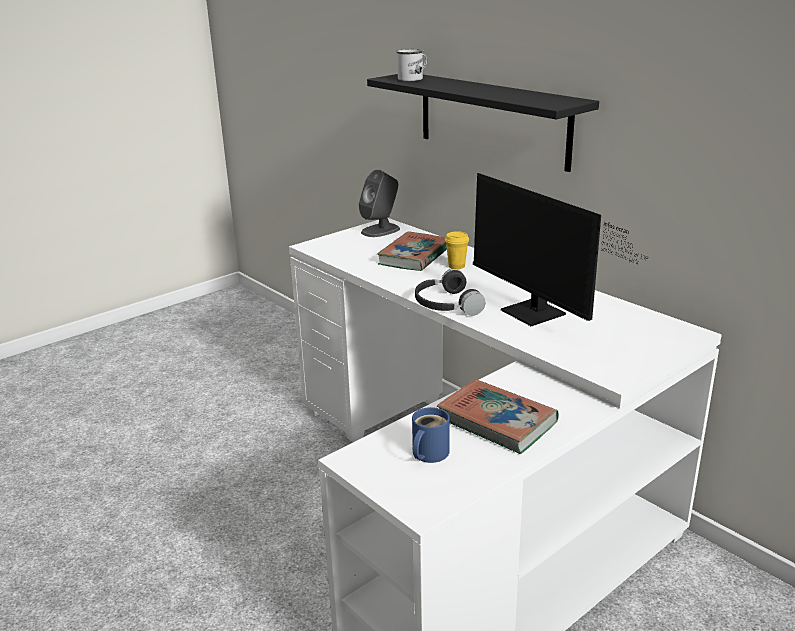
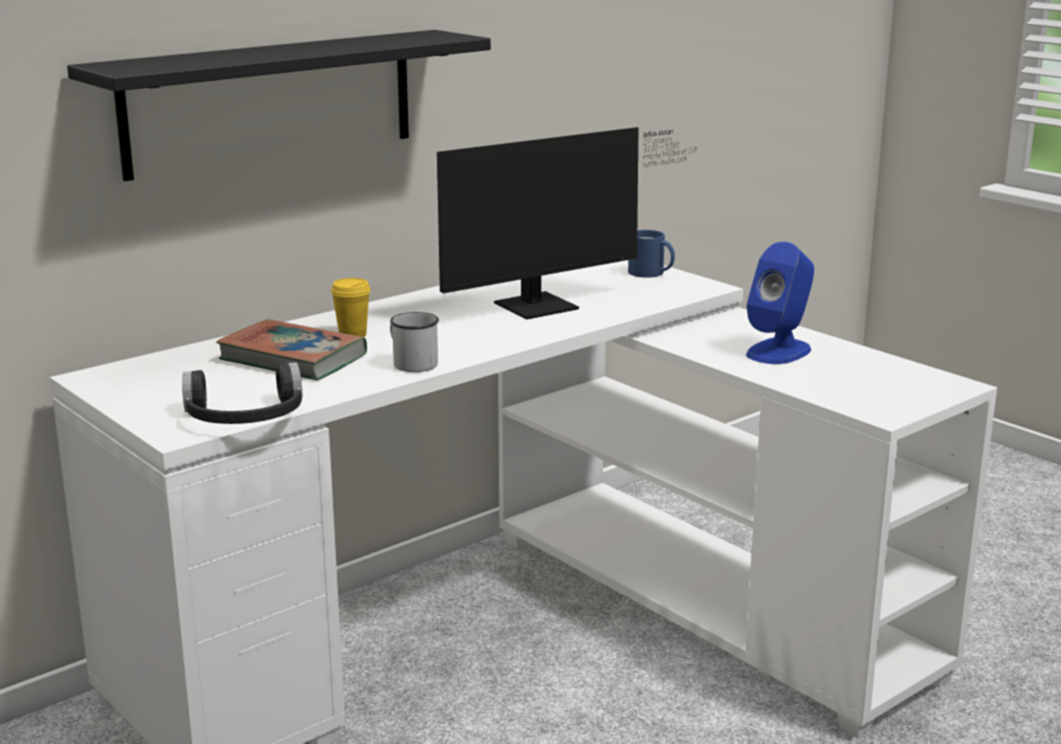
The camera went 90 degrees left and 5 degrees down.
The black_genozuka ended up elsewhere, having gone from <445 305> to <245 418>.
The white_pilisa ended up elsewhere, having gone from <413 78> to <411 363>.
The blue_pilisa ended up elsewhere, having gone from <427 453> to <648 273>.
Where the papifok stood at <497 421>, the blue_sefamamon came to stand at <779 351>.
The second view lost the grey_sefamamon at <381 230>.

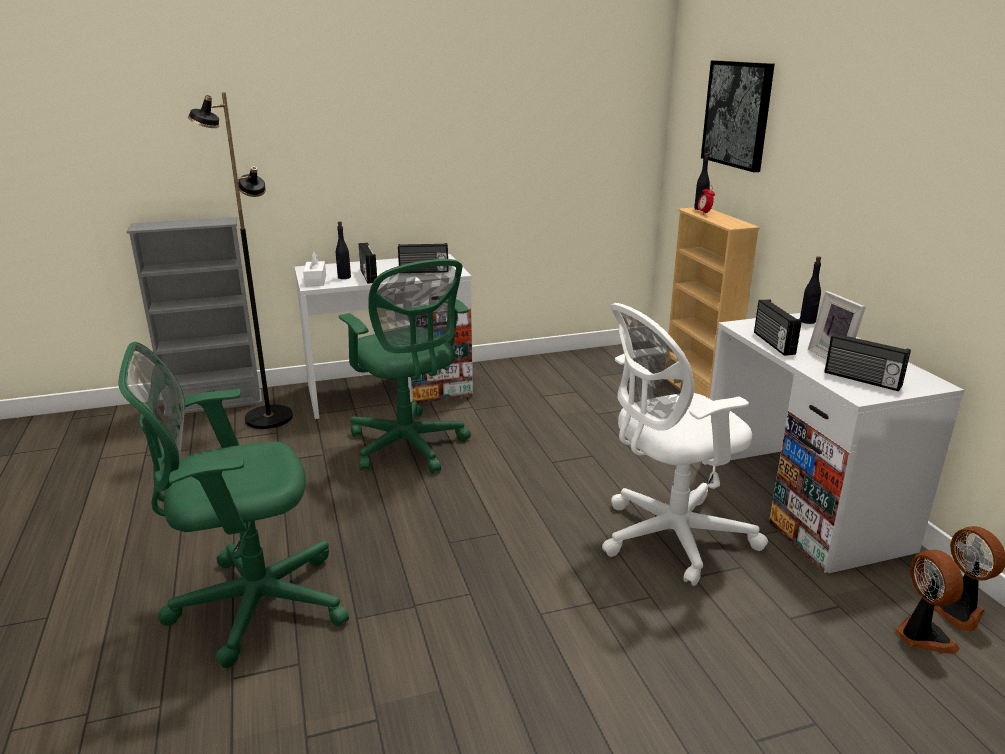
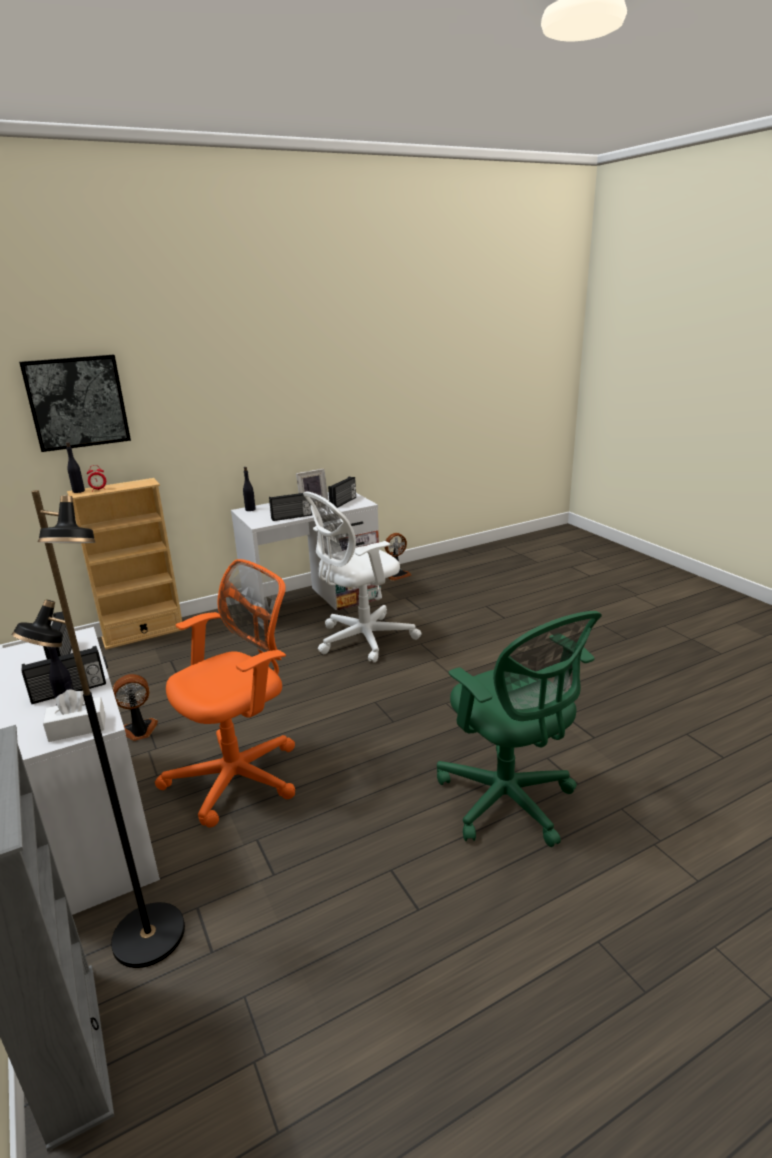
The camera went 100 degrees left and 0 degrees up.
The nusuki ended up elsewhere, having gone from <921 635> to <139 731>.
What was the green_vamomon at <409 447> turned into the orange_vamomon at <241 776>.
The white_vamomon at <668 538> ended up facing another way, 90 degrees clockwise from before.

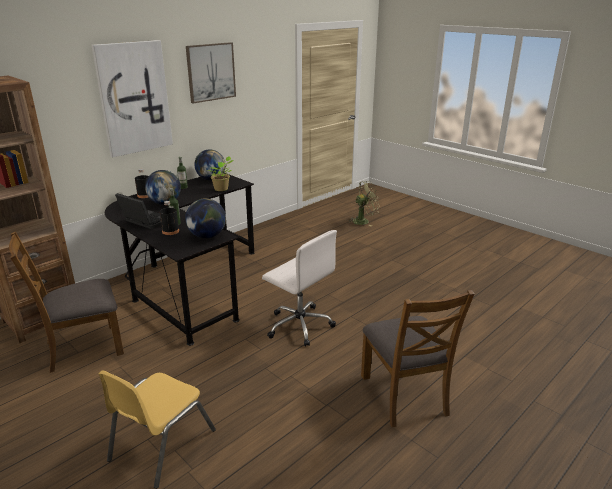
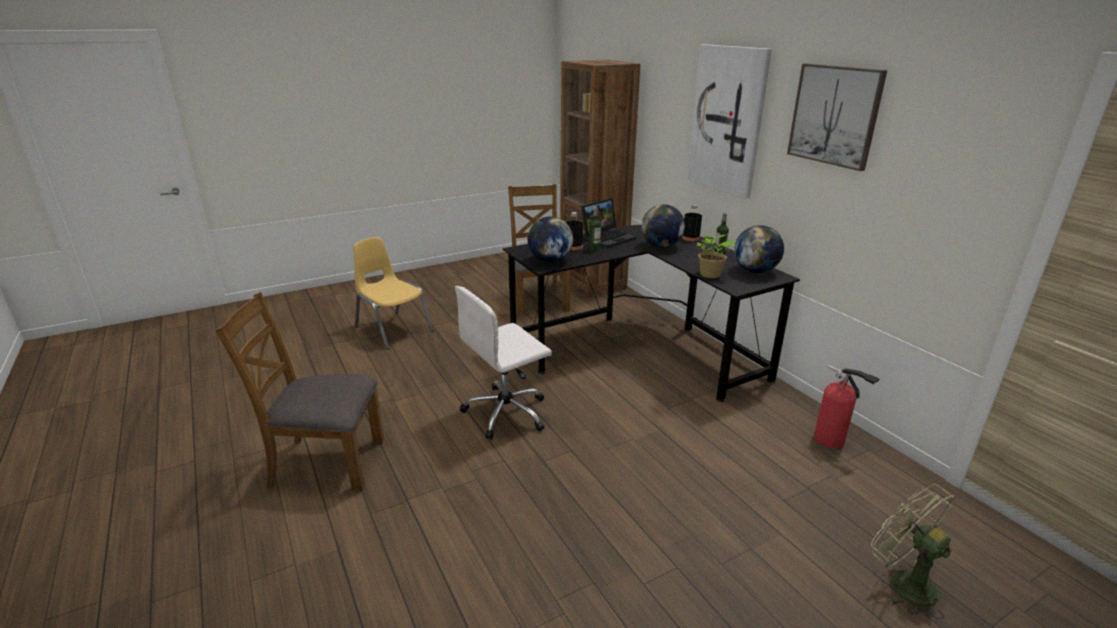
The camera went 105 degrees right and 0 degrees up.
The second view gained the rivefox at <832 441>.
The green_nusuki at <363 221> ended up facing another way, 150 degrees clockwise from before.

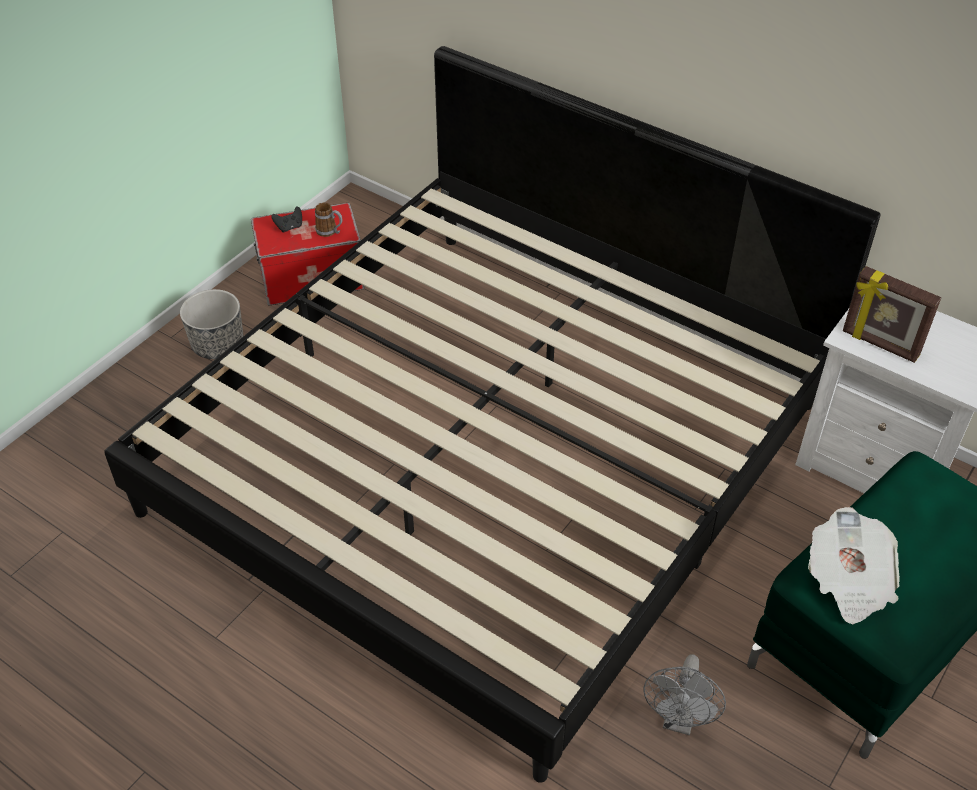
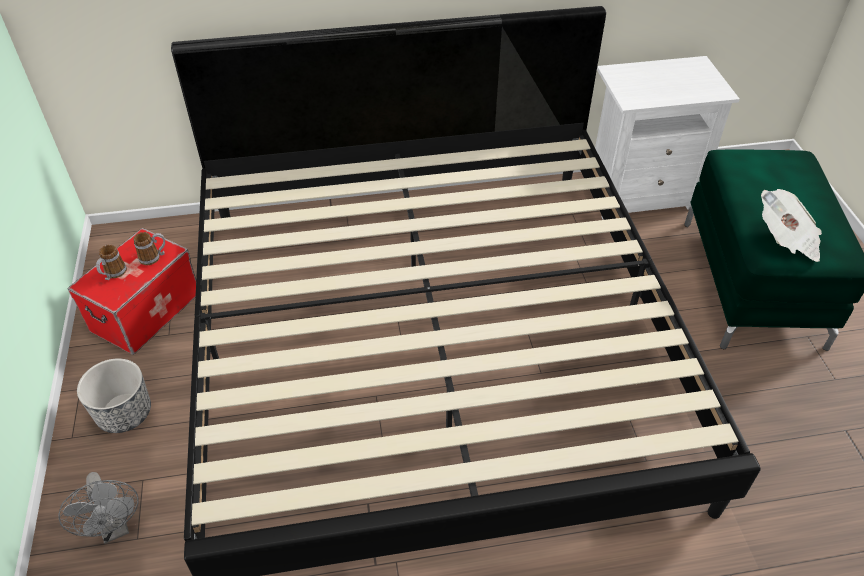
The camera went 45 degrees left and 0 degrees up.
The grey_nusuki ended up elsewhere, having gone from <679 720> to <115 528>.
Where the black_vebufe stood at <289 227>, the pilisa came to stand at <113 274>.
The second view lost the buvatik at <879 344>.

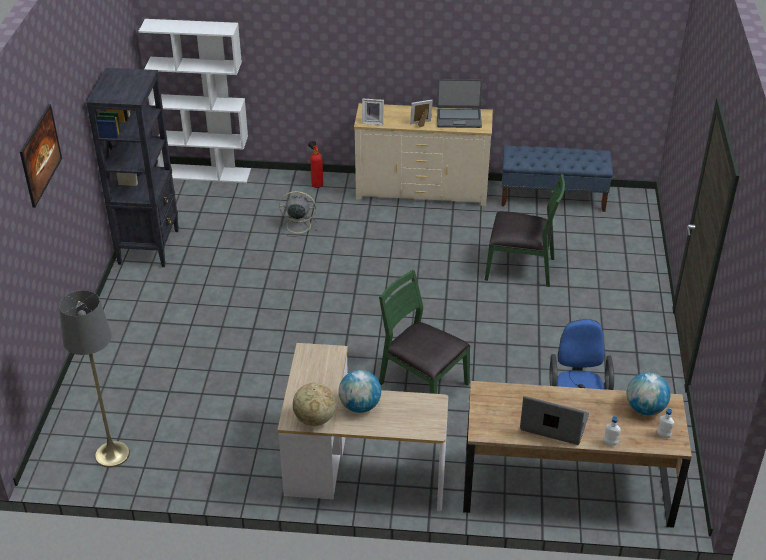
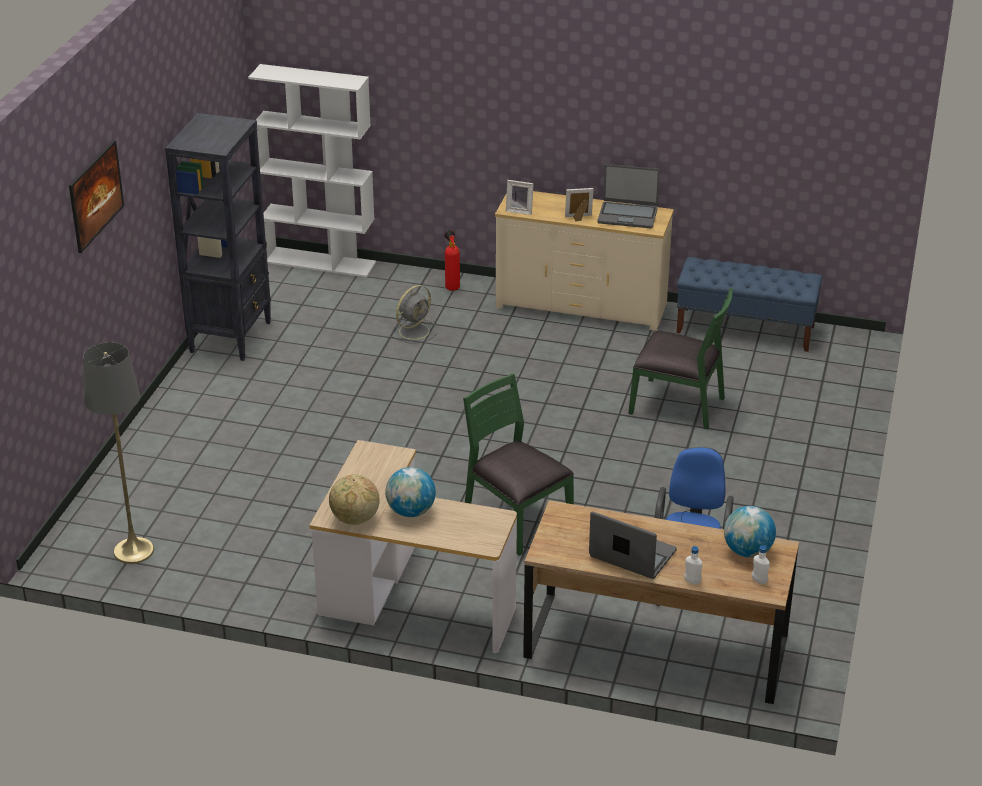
The camera went 10 degrees right and 5 degrees down.
The grey_nusuki at <297 225> ended up facing another way, 120 degrees clockwise from before.

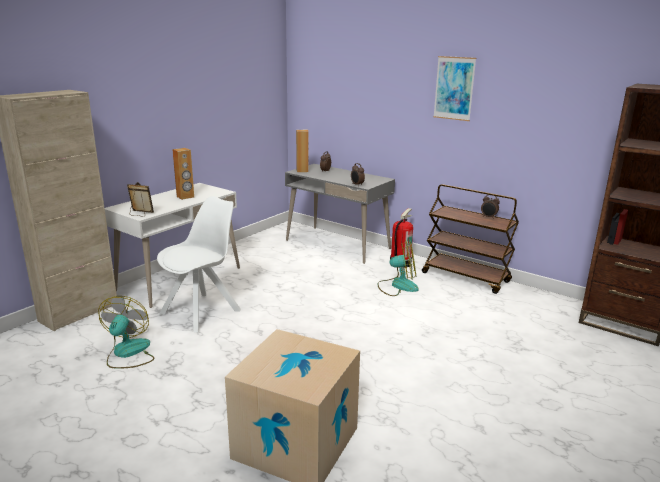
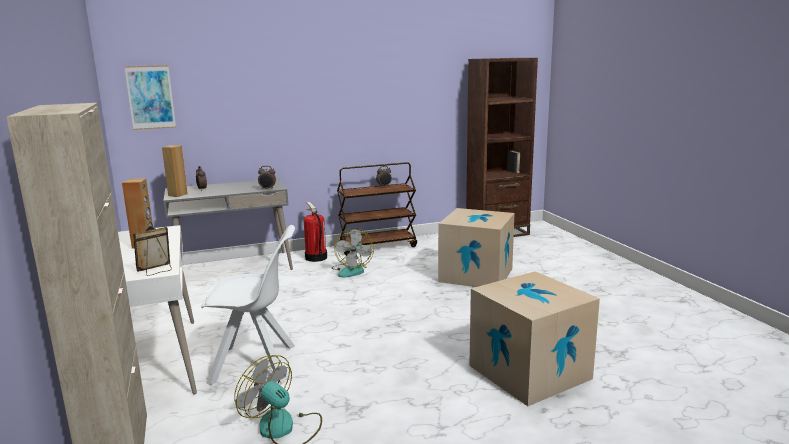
The camera went 55 degrees left and 5 degrees down.
The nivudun ended up elsewhere, having gone from <454 88> to <150 97>.
The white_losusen at <202 311> ended up facing another way, 105 degrees clockwise from before.
The nusuki at <398 286> ended up facing another way, 150 degrees clockwise from before.
The second view gained the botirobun at <476 275>.

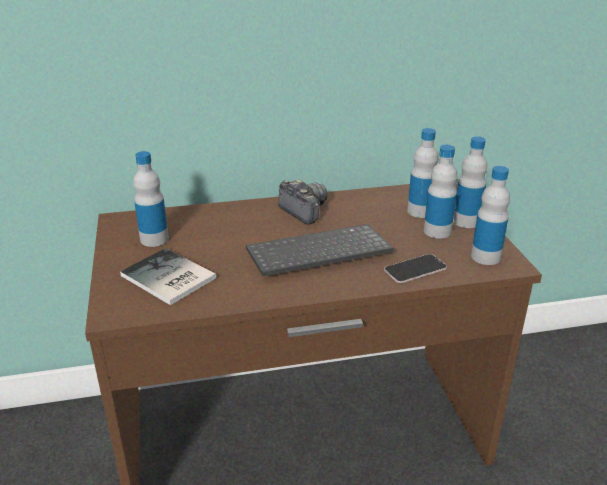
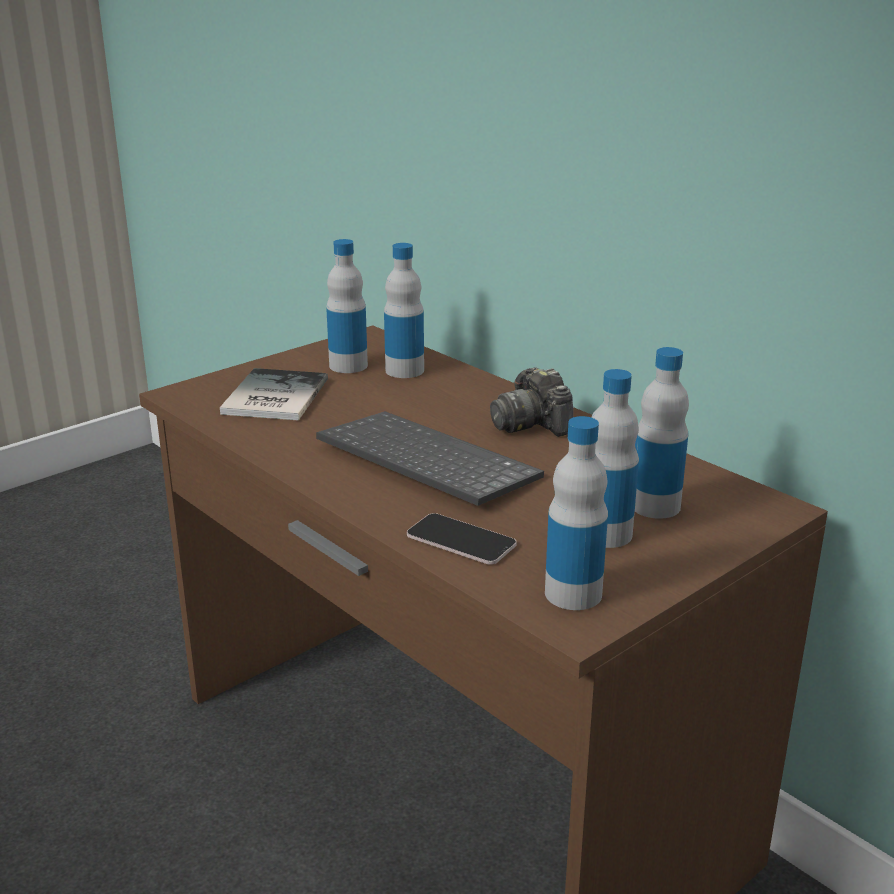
The camera went 60 degrees right and 5 degrees down.
The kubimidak ended up elsewhere, having gone from <466 221> to <404 370>.
The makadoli at <304 211> ended up facing another way, 135 degrees clockwise from before.

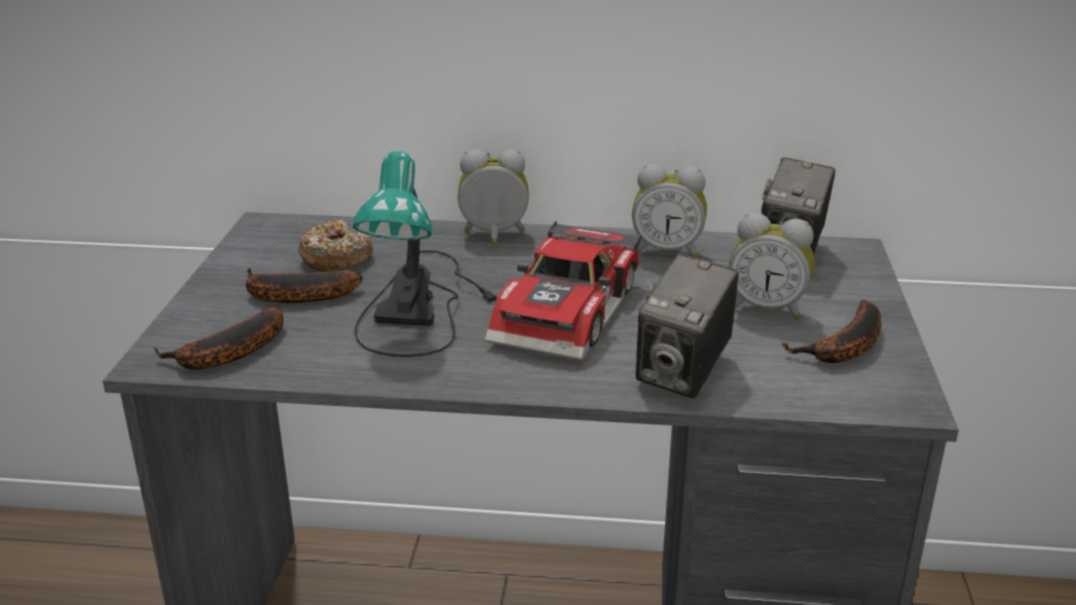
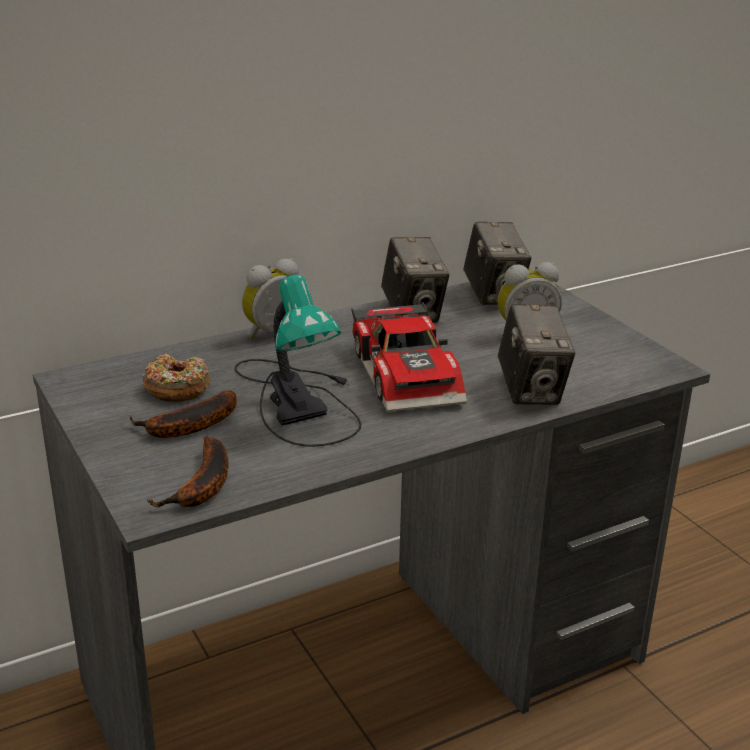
The camera went 35 degrees left and 0 degrees up.
Where the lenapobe stood at <667 251>, the makadoli came to stand at <413 313>.
The second view lost the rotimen at <845 347>.

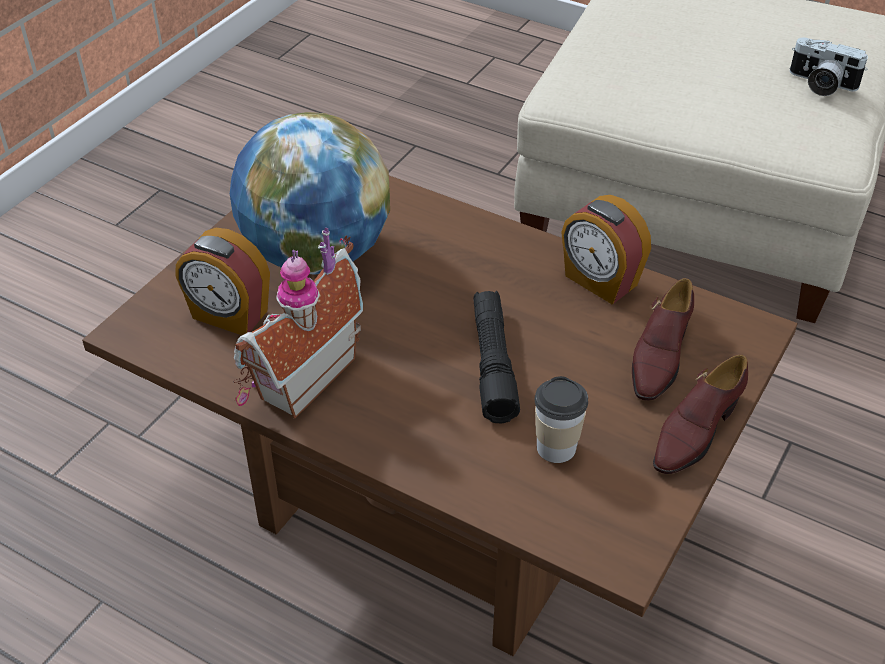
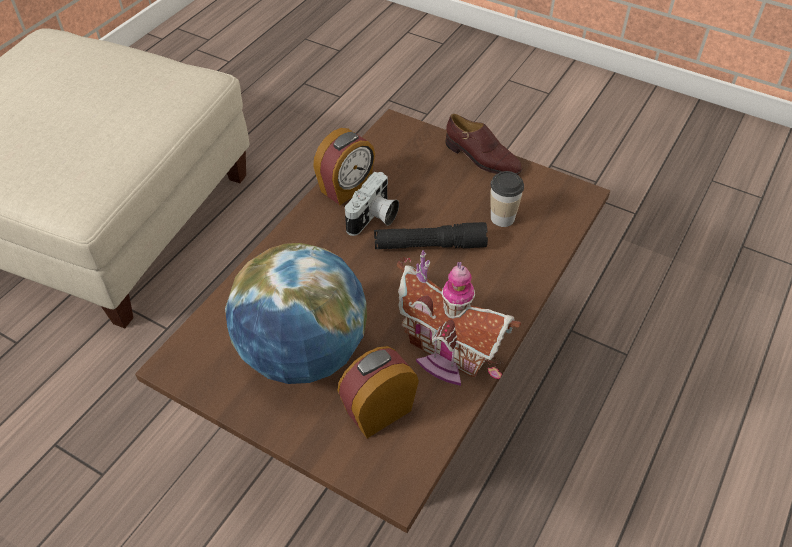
The camera went 90 degrees left and 5 degrees up.
The lenapobe at <229 316> ended up facing another way, 150 degrees counterclockwise from before.
The makadoli ended up elsewhere, having gone from <820 84> to <374 218>.
The second view lost the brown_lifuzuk at <659 357>.

